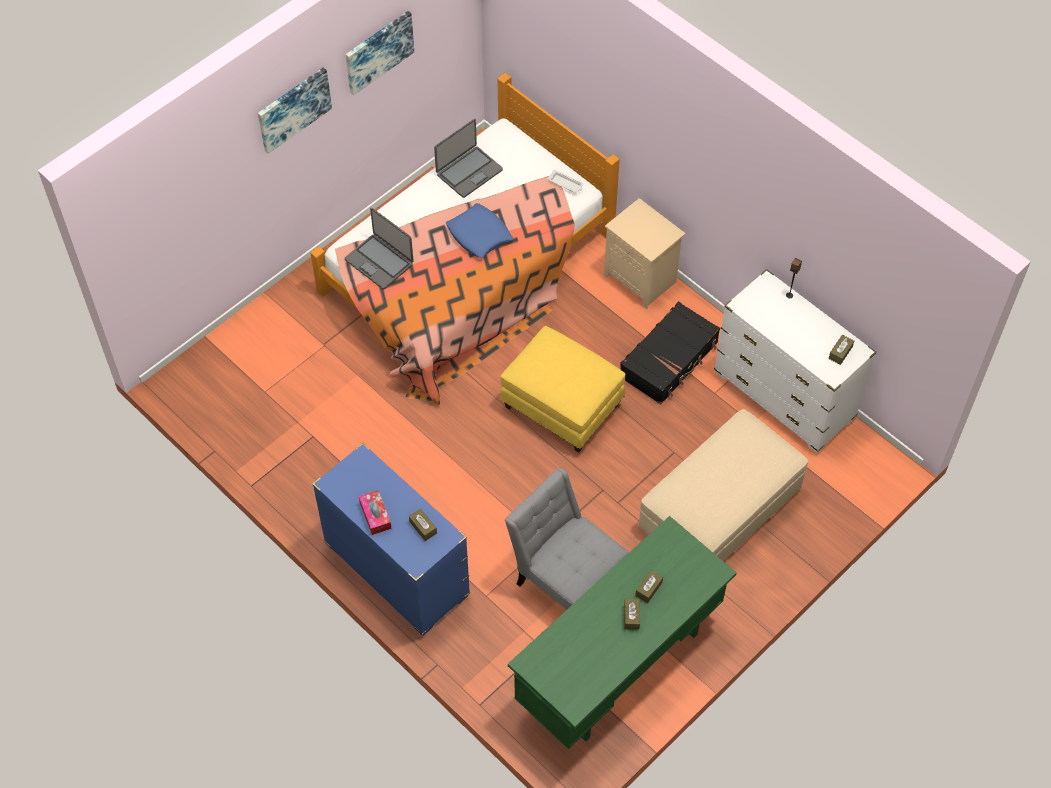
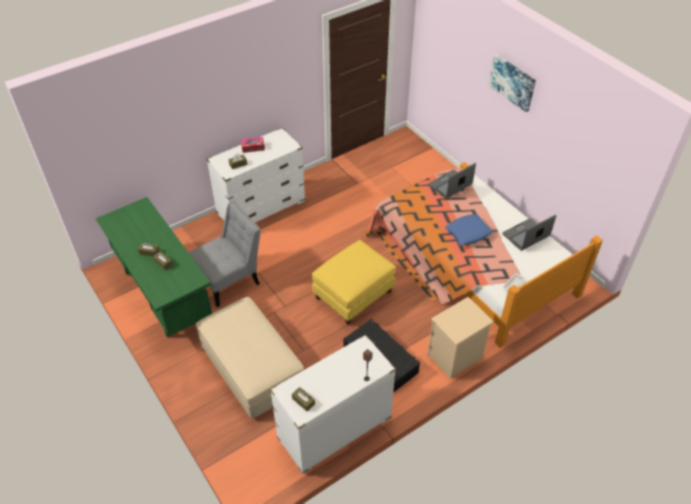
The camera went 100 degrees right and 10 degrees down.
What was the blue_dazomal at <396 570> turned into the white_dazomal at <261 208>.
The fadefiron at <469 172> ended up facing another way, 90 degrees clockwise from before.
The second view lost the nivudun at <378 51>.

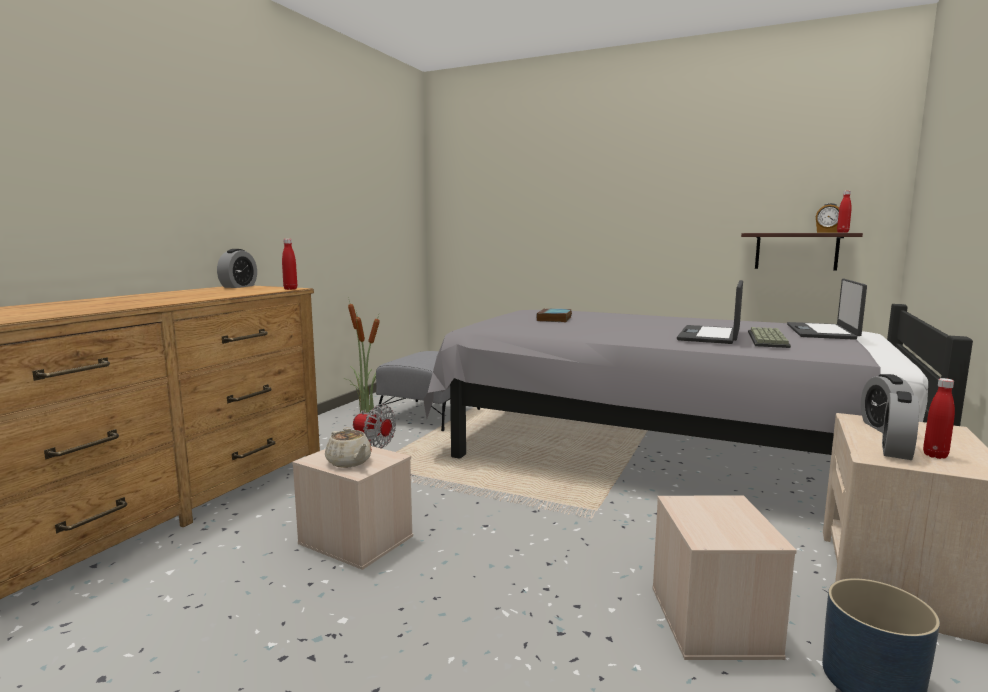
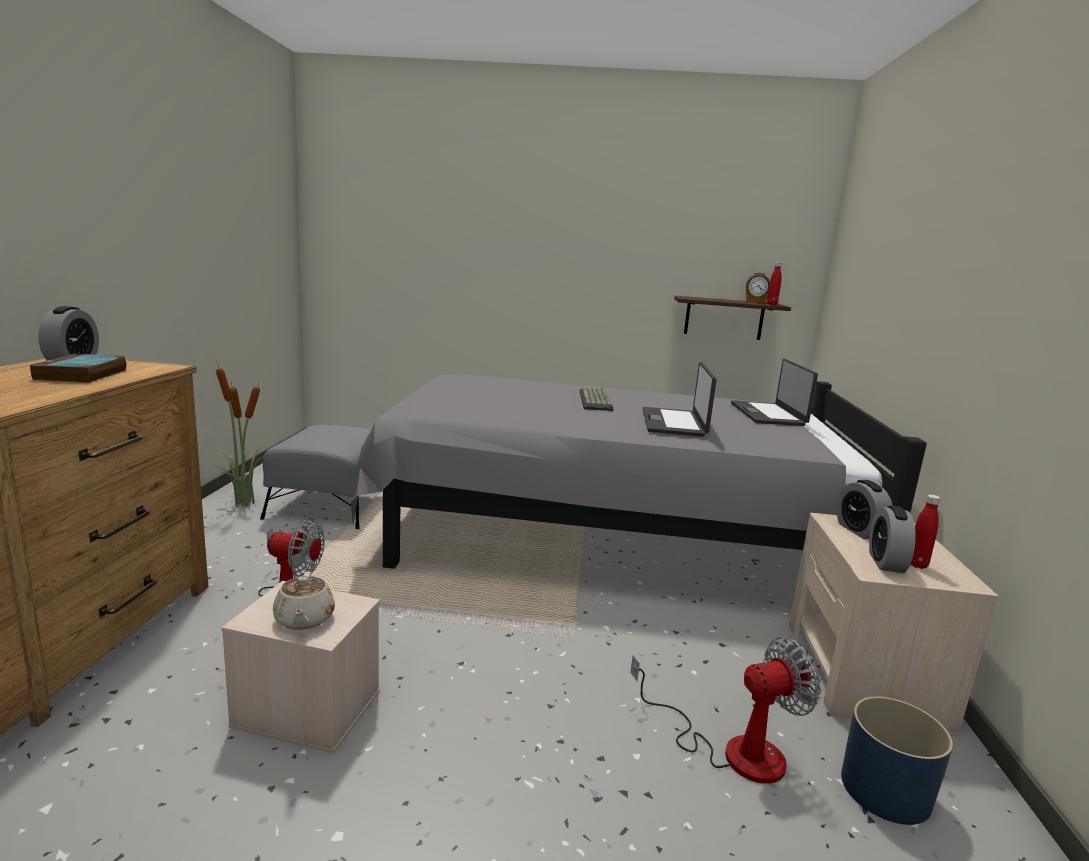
The camera went 20 degrees left and 5 degrees up.
The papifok ended up elsewhere, having gone from <554 319> to <82 375>.
The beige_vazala at <349 462> ended up facing another way, 45 degrees clockwise from before.
The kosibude ended up elsewhere, having gone from <769 339> to <596 400>.
Where the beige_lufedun stood at <710 619>, the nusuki came to stand at <732 750>.
The second view lost the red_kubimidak at <290 289>.

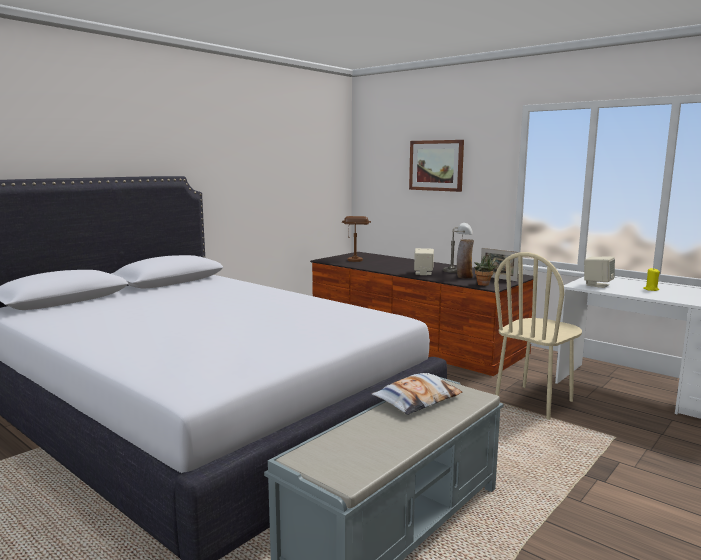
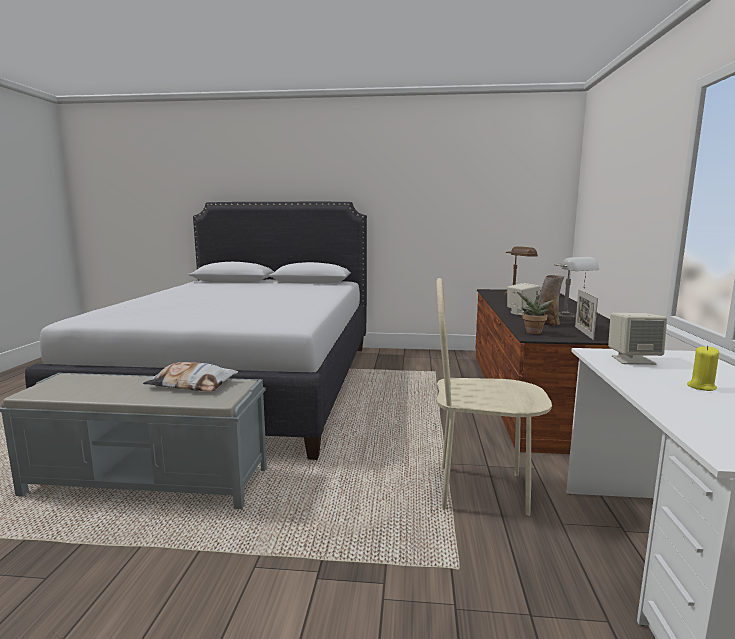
The camera went 55 degrees right and 0 degrees up.
The second view lost the nivudun at <436 165>.

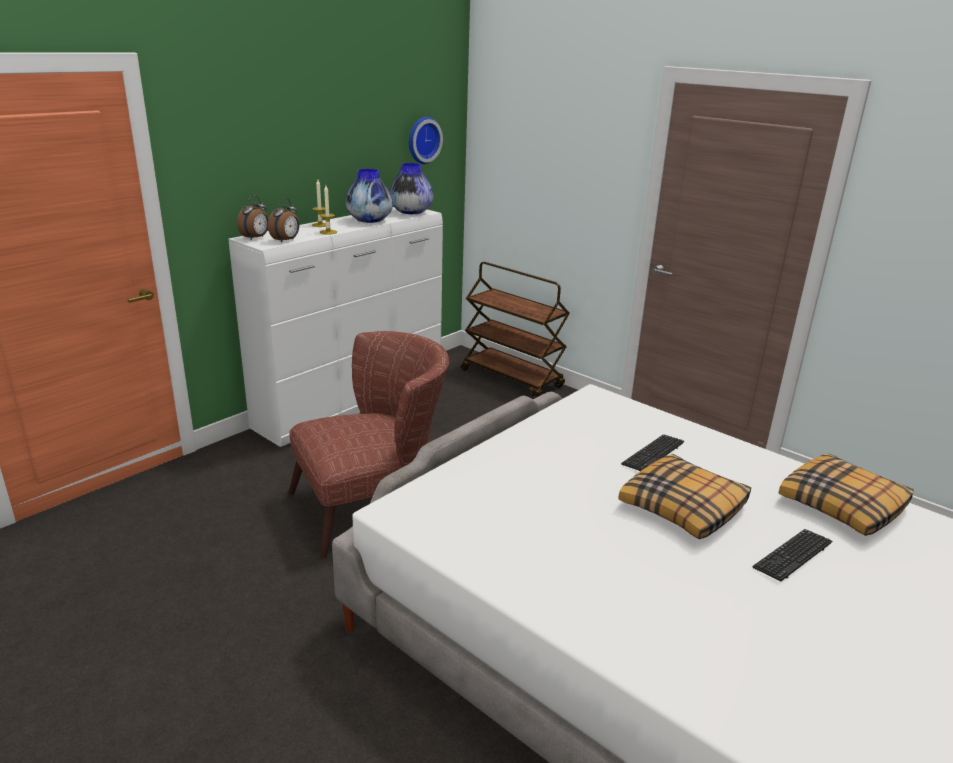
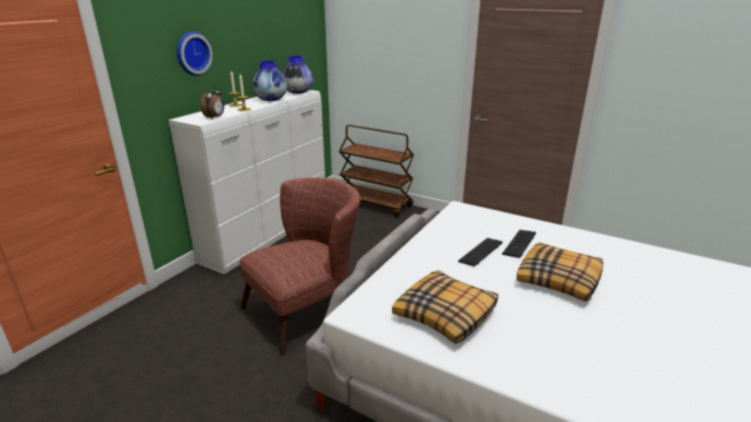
The camera went 10 degrees left and 0 degrees up.
The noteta ended up elsewhere, having gone from <422 140> to <192 53>.
The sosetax ended up elsewhere, having gone from <842 506> to <445 315>.
The kosibude ended up elsewhere, having gone from <792 556> to <480 253>.
The second view lost the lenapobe at <256 238>.

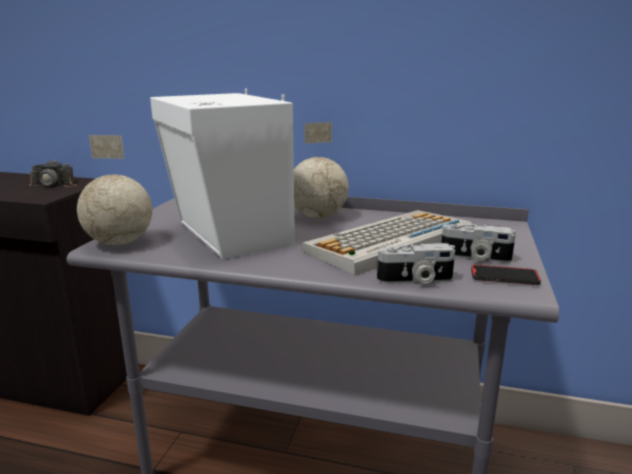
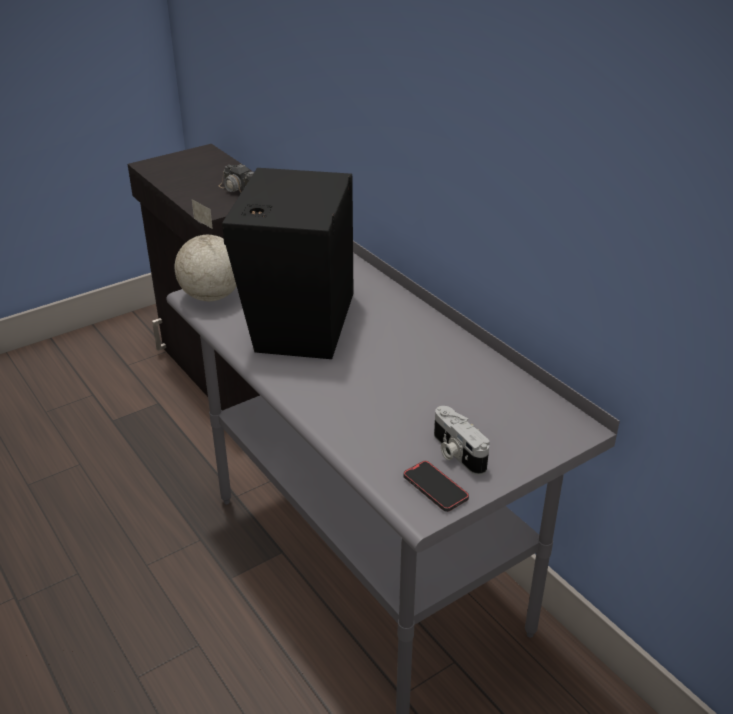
The camera went 40 degrees right and 15 degrees up.
What was the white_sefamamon at <229 235> turned into the black_sefamamon at <298 322>.
The second view lost the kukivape at <317 216>.
The second view lost the kosibude at <389 242>.
The second view lost the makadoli at <415 280>.

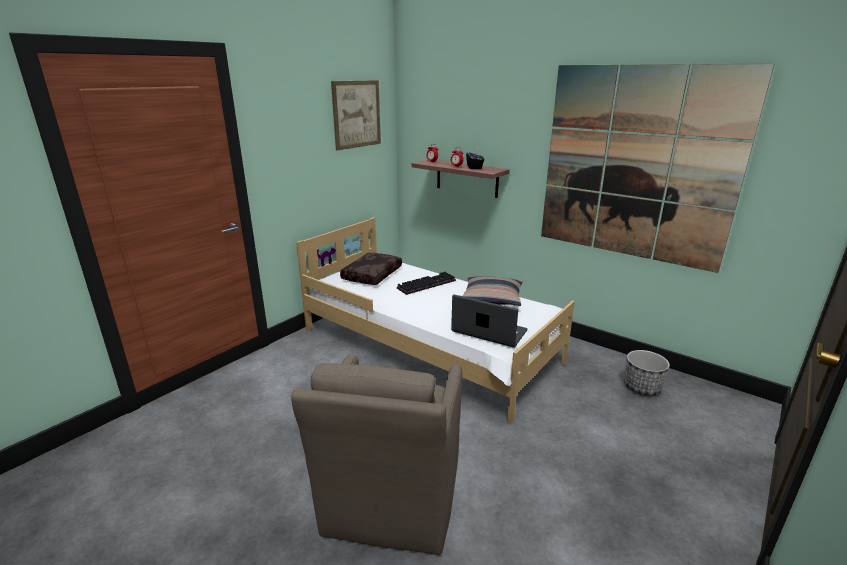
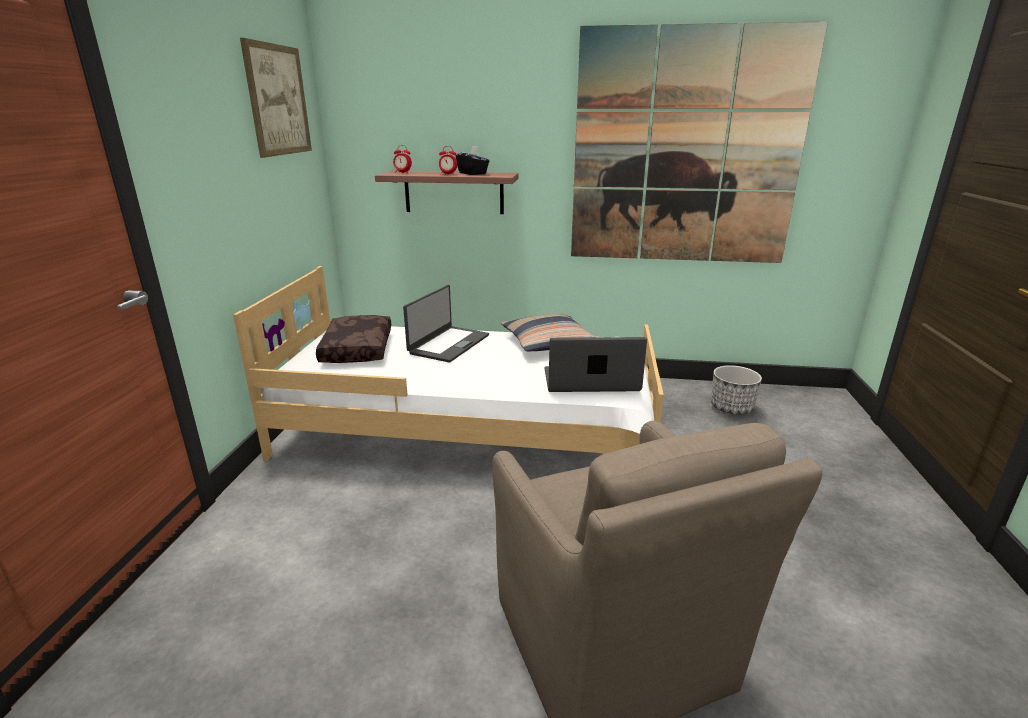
The camera went 30 degrees left and 0 degrees up.
Where the kosibude stood at <426 284>, the fadefiron came to stand at <448 344>.

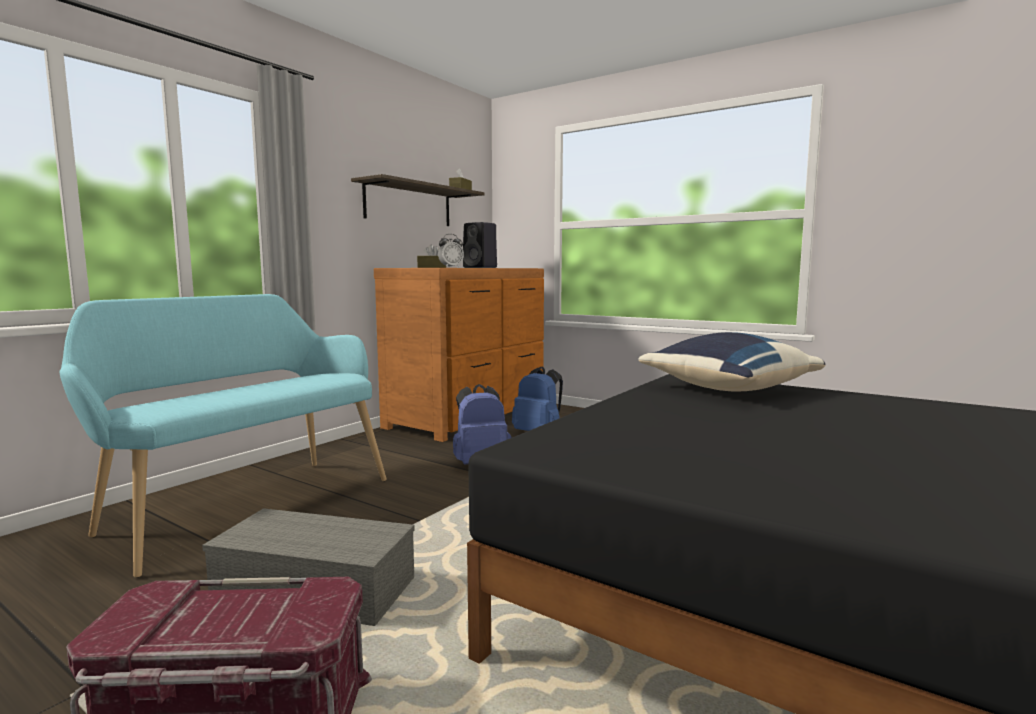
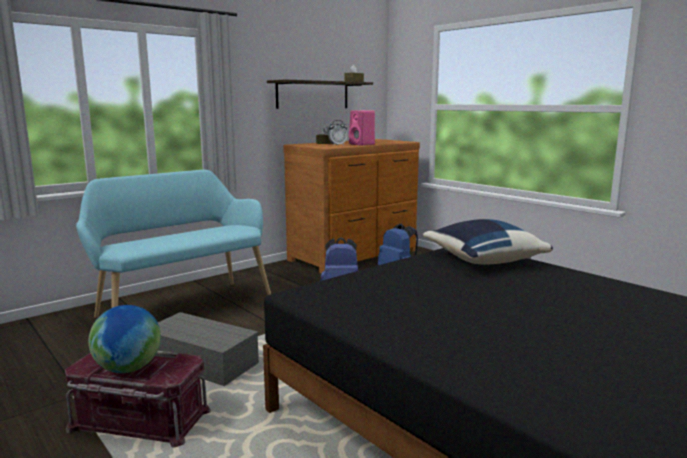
The camera went 15 degrees right and 5 degrees up.
The second view gained the kukivape at <129 369>.
What was the black_sefamamon at <481 267> turned into the pink_sefamamon at <362 144>.

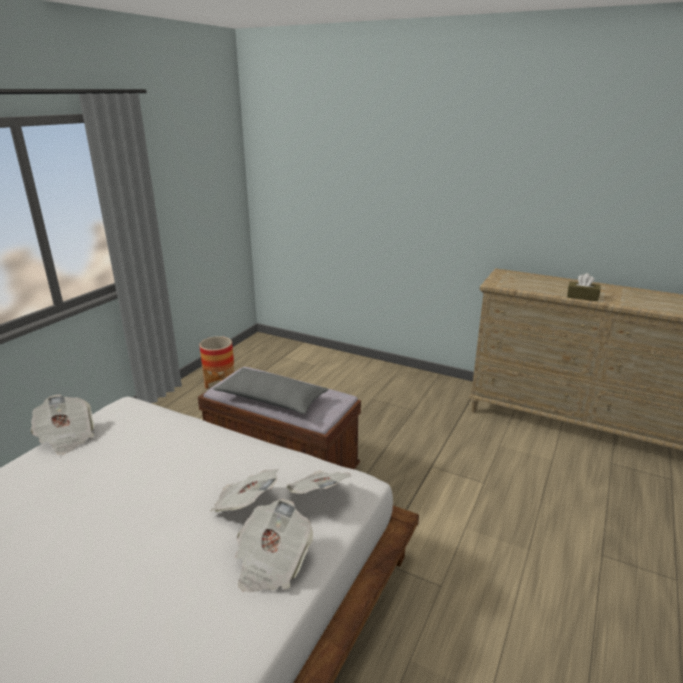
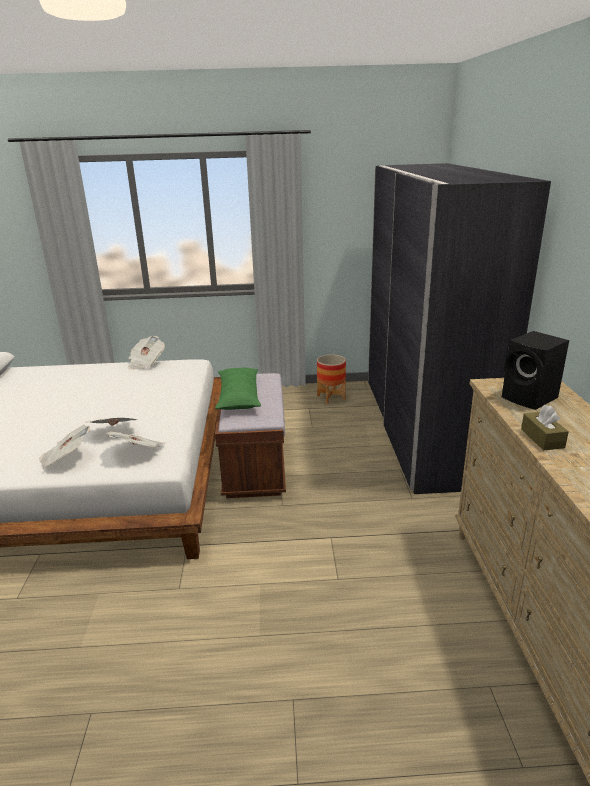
The camera went 60 degrees right and 0 degrees up.
What was the grey_sosetax at <271 399> turned into the green_sosetax at <238 397>.
The second view gained the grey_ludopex at <423 428>.
The second view gained the black_sefamamon at <530 398>.

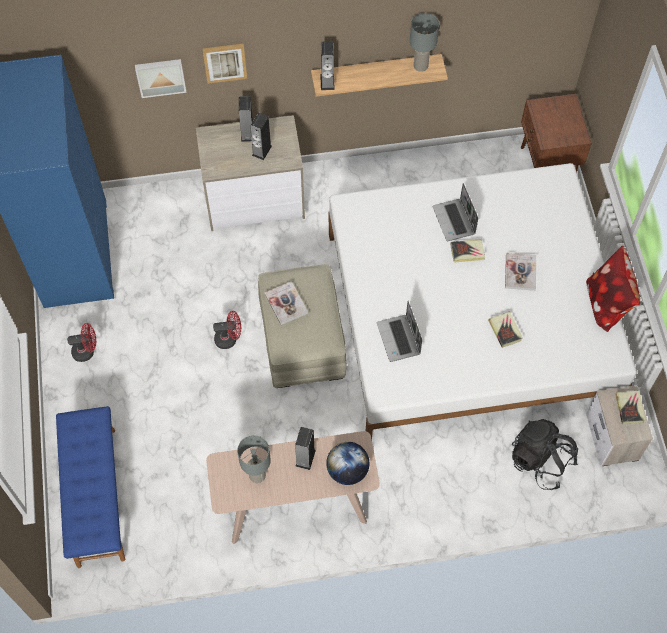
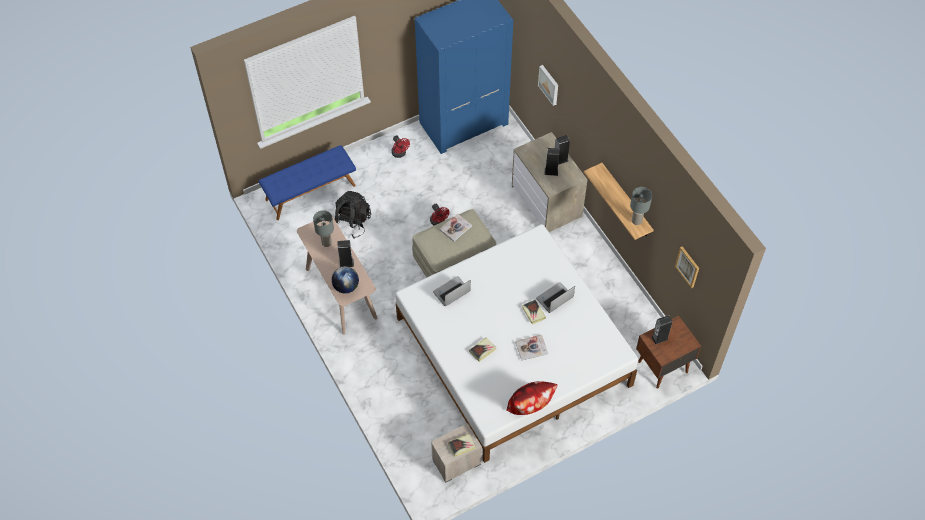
The camera went 70 degrees right and 5 degrees down.
The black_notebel ended up elsewhere, having gone from <540 461> to <351 223>.
The sefamamon ended up elsewhere, having gone from <327 82> to <659 338>.
The nivudun ended up elsewhere, having gone from <224 62> to <687 266>.

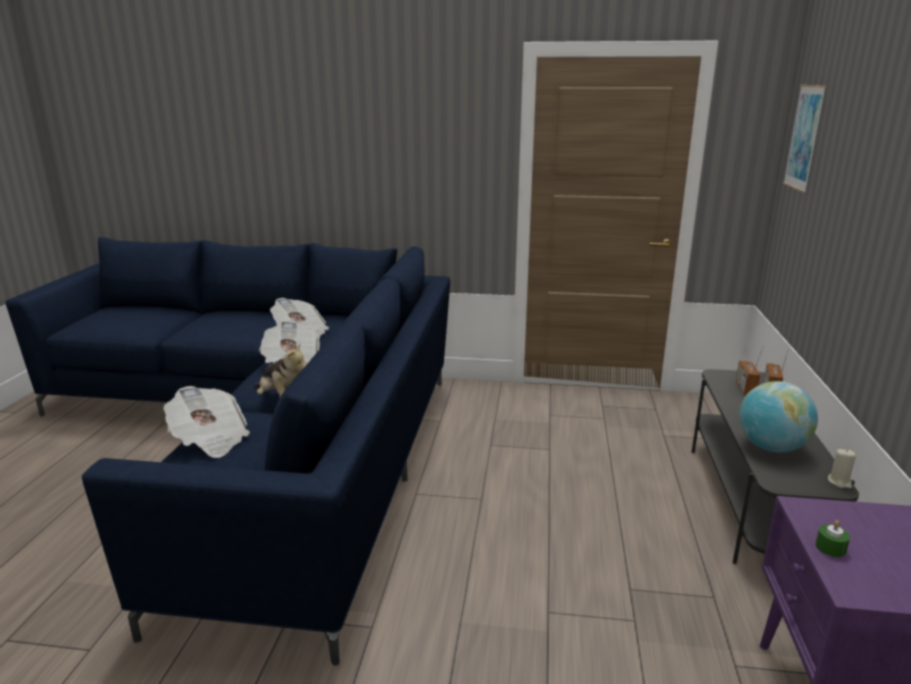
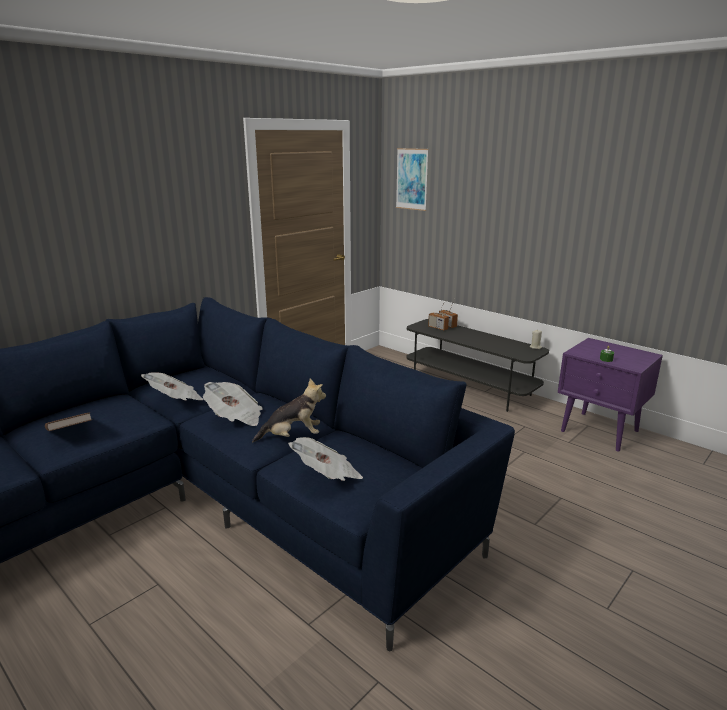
The camera went 55 degrees left and 0 degrees up.
The second view gained the brown_papifok at <70 433>.
The second view lost the kukivape at <771 447>.

